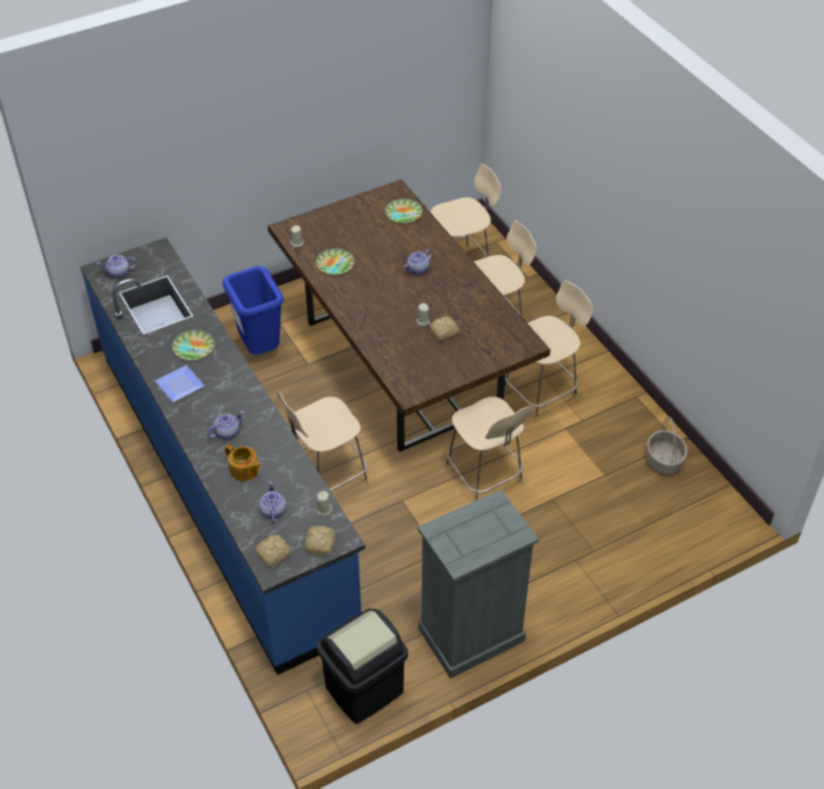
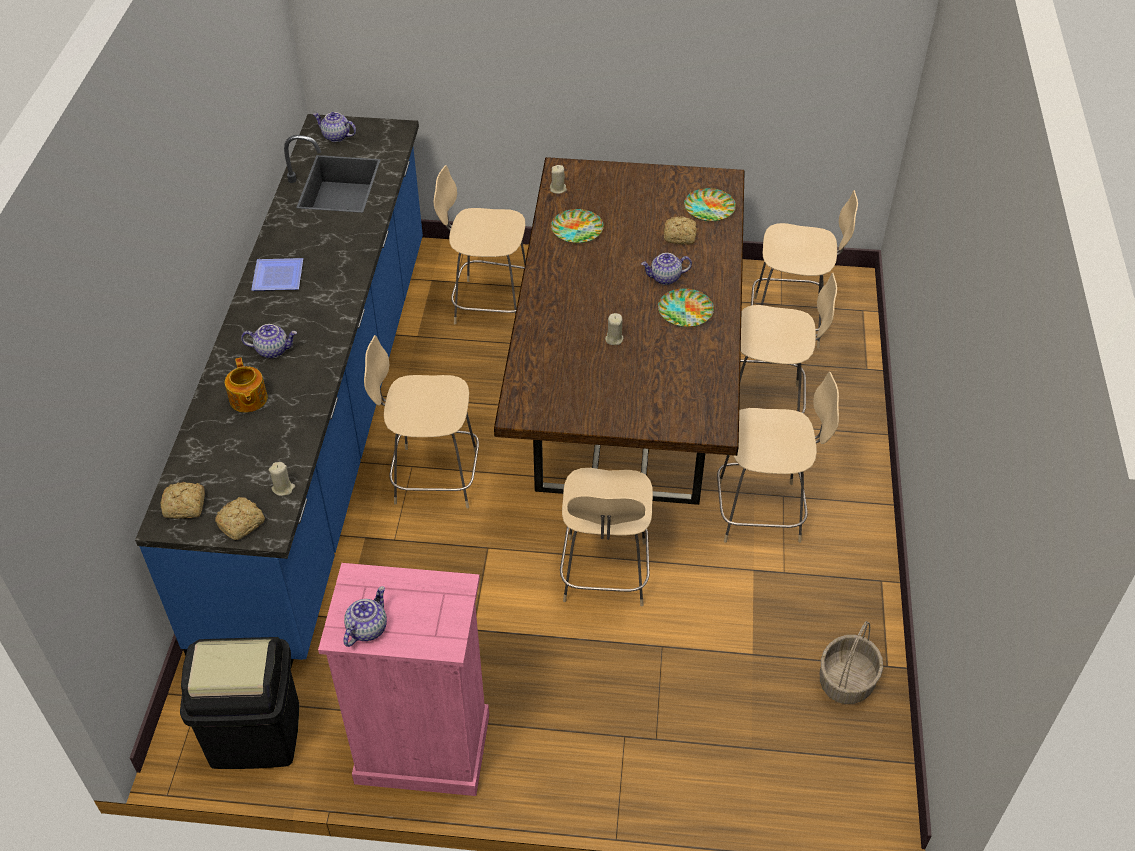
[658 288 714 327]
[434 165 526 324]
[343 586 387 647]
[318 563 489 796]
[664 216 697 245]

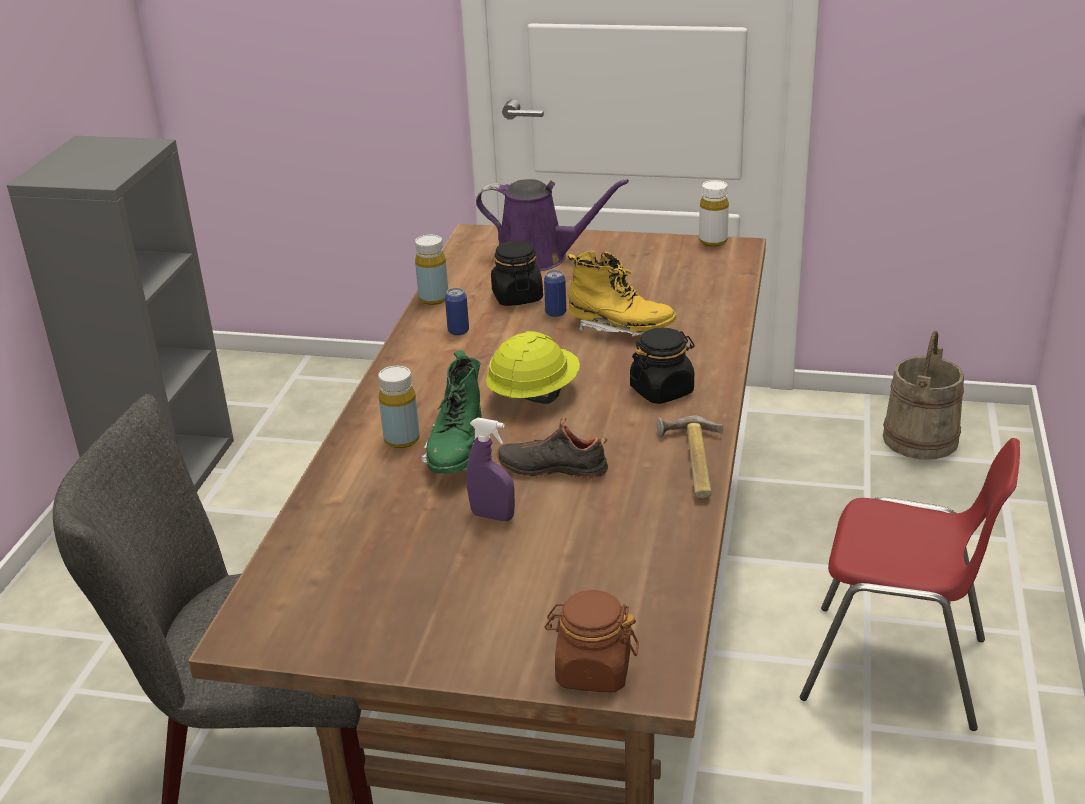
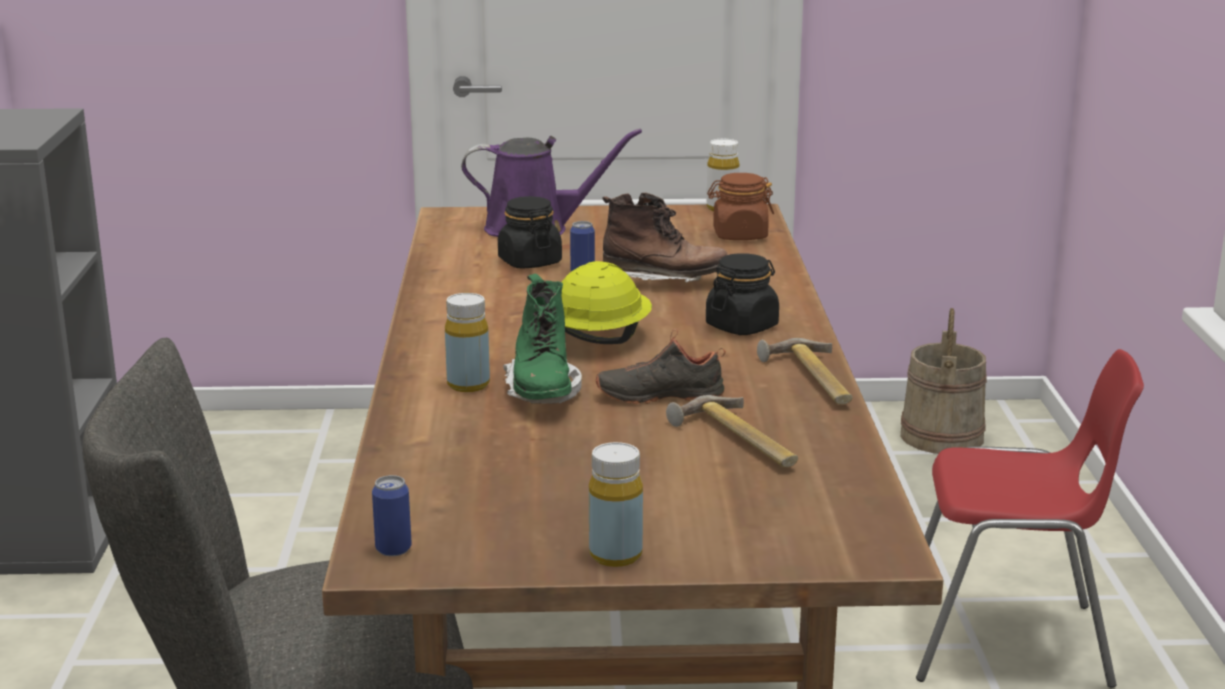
[589 442 643 567]
[372 475 412 556]
[467 418 515 521] (first image)
[707 173 774 240]
[603 192 728 282]
[666 395 798 467]

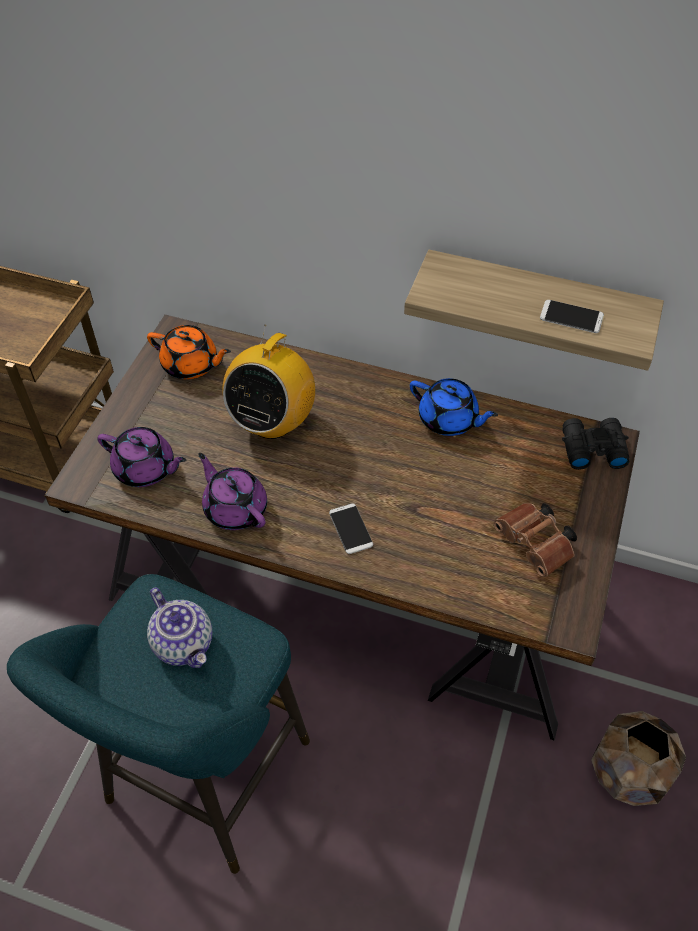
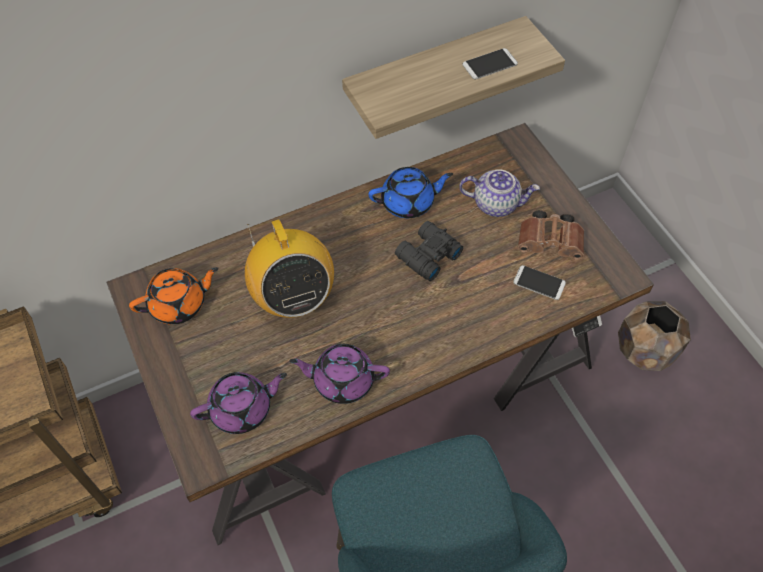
[459 169 540 217]
[513 265 566 300]
[395 221 463 281]

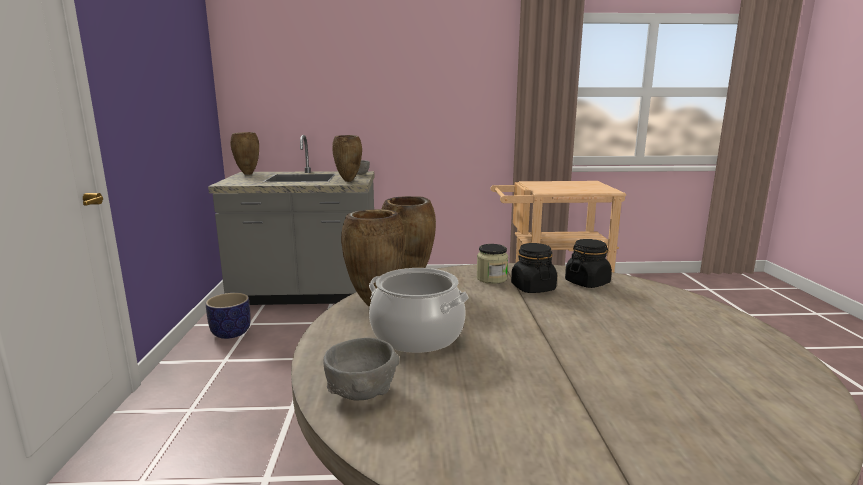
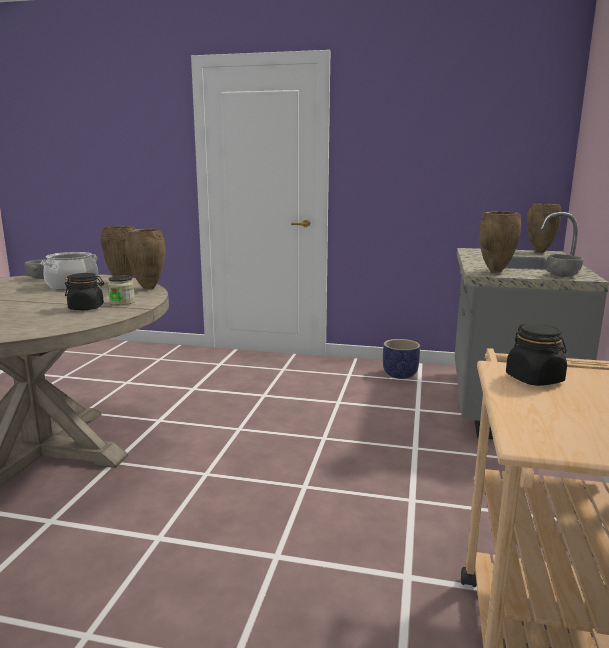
[506 324 567 386]

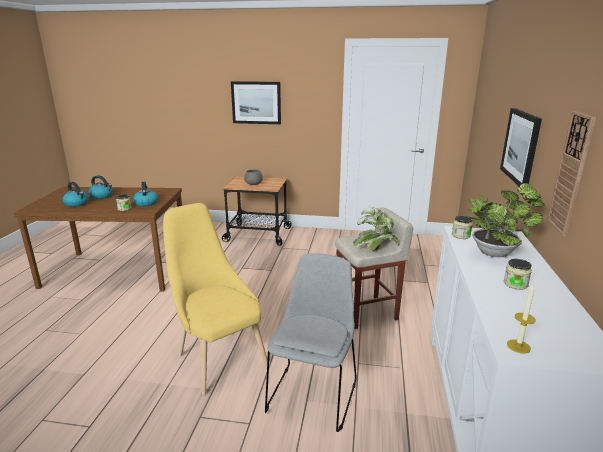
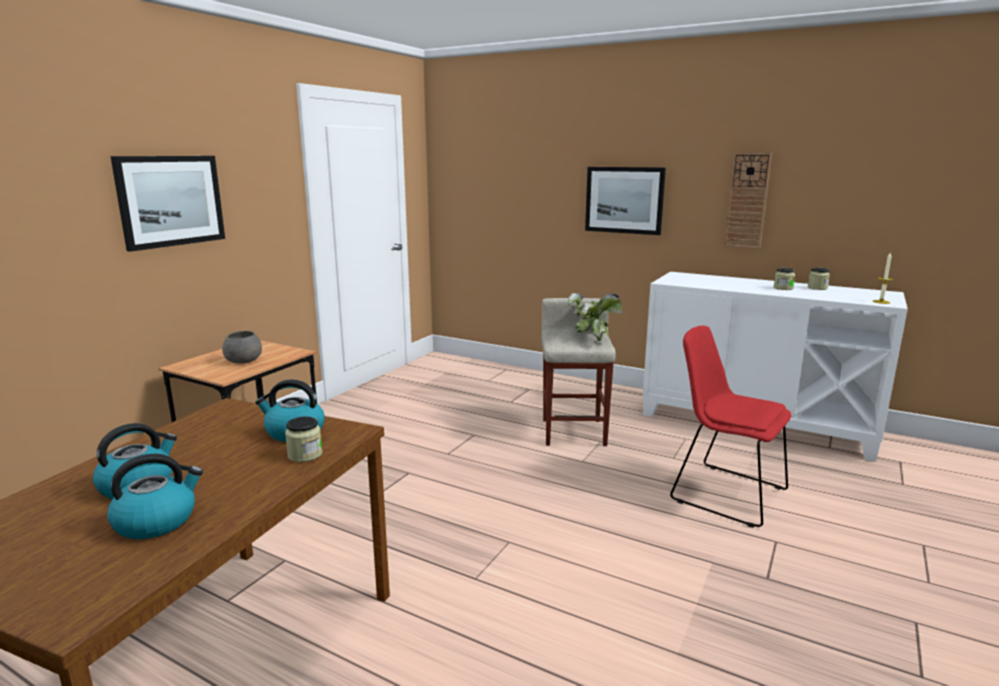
[163 203 267 395] (first image)
[670 326 791 528]
[808 268 830 290]
[469 183 545 257] (first image)

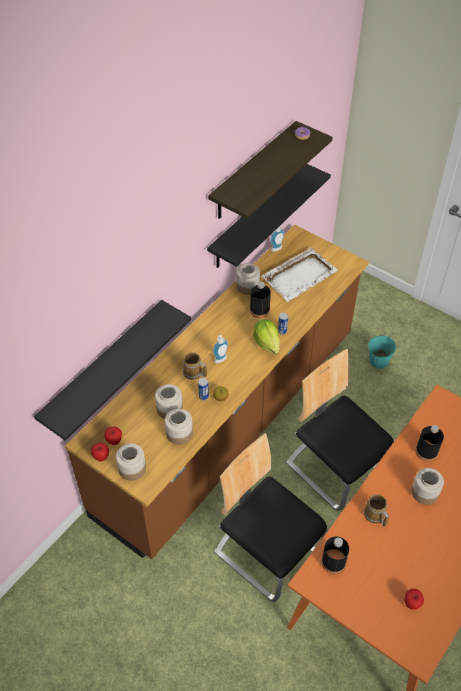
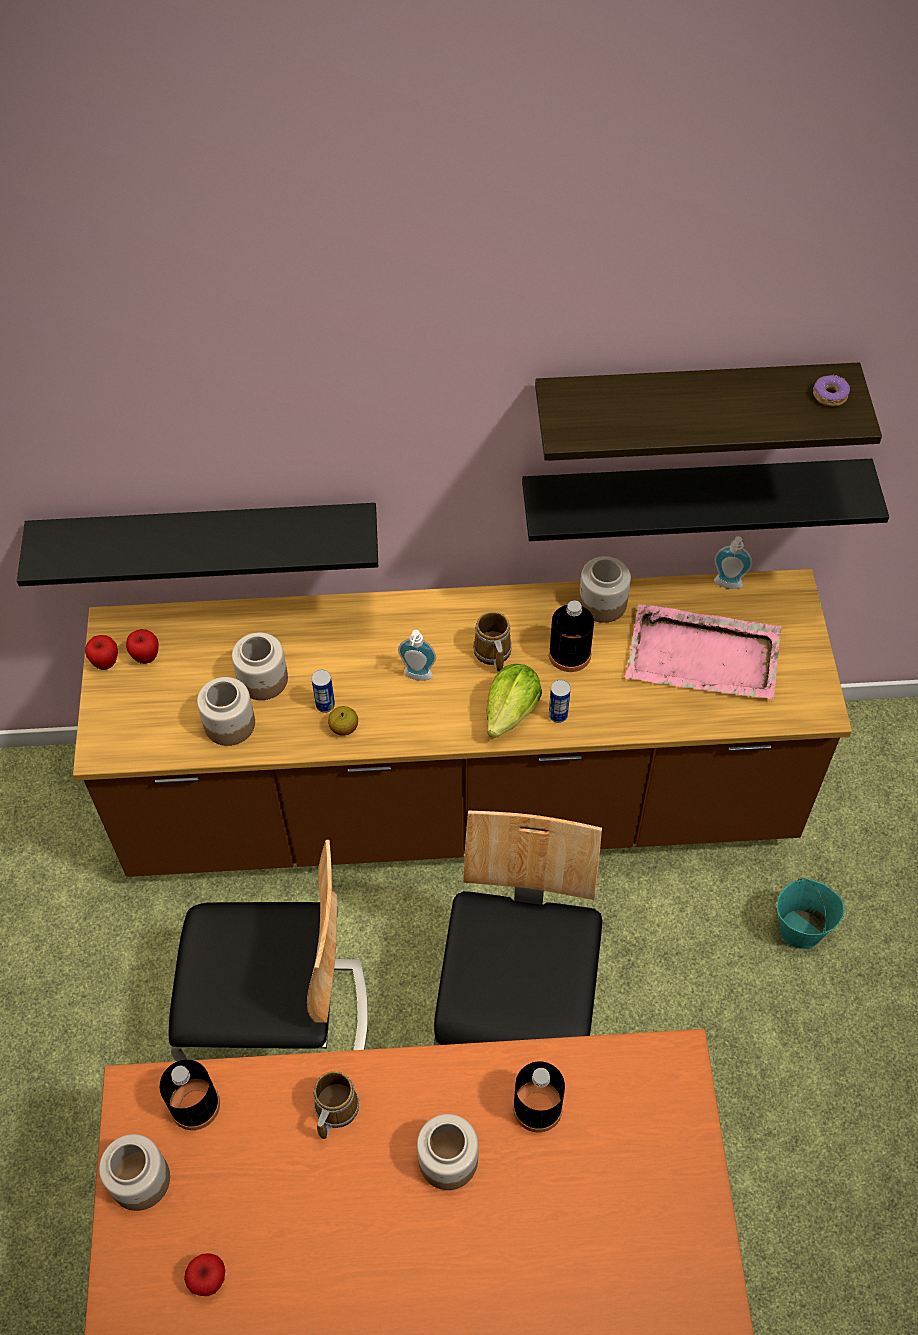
[99 1134 170 1211]
[473 611 512 672]
[169 840 368 1061]
[625 604 782 699]

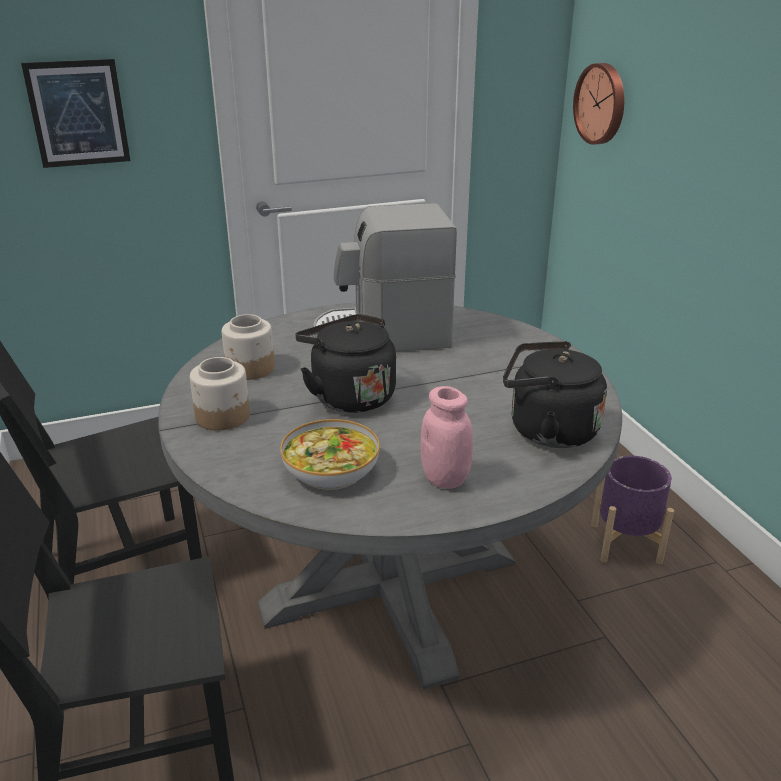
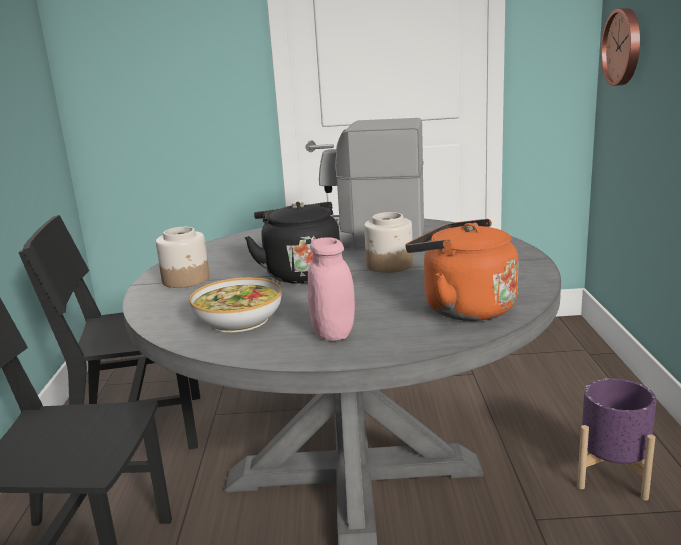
[21 59 131 168] (first image)
[364 212 413 273]
[406 219 519 321]

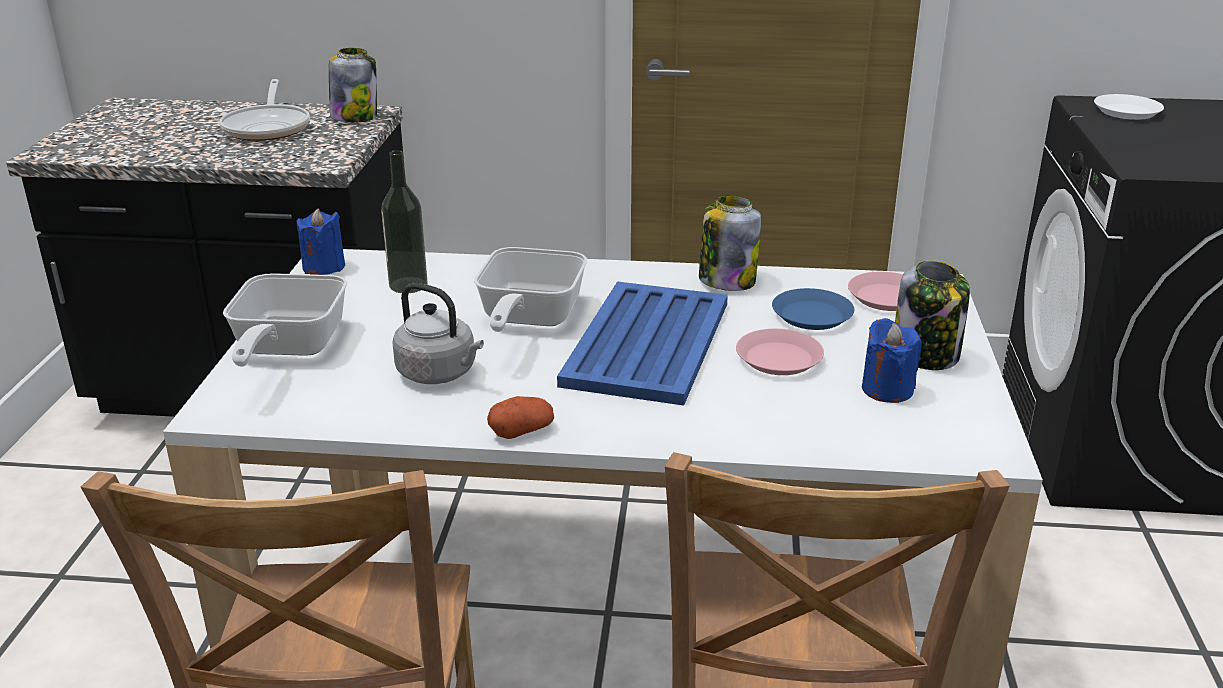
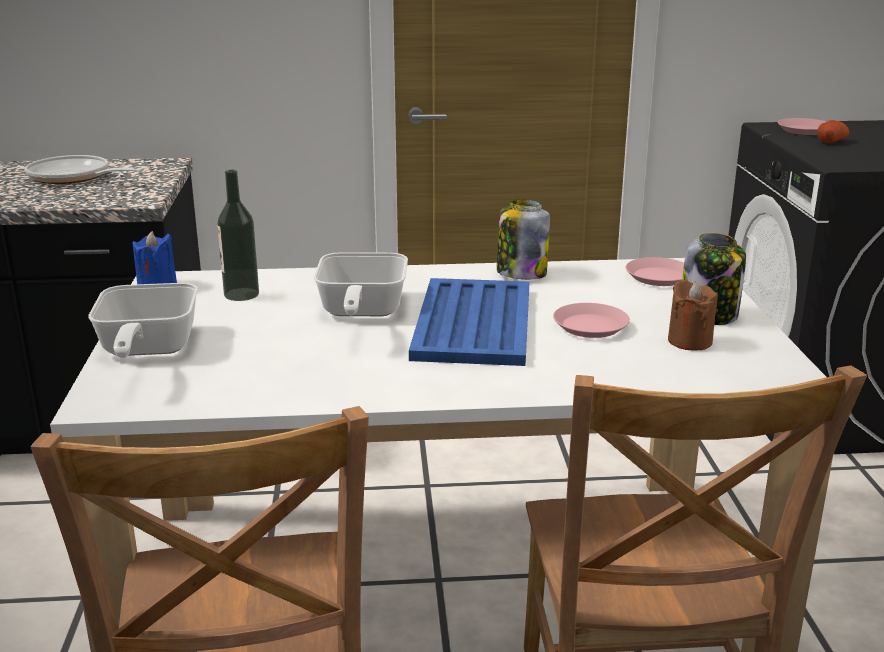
[25 155 144 184]
[329 48 377 123] (first image)
[392 283 484 384] (first image)
[817 120 849 143]
[772 288 854 330] (first image)
[668 280 718 350]
[778 118 826 135]

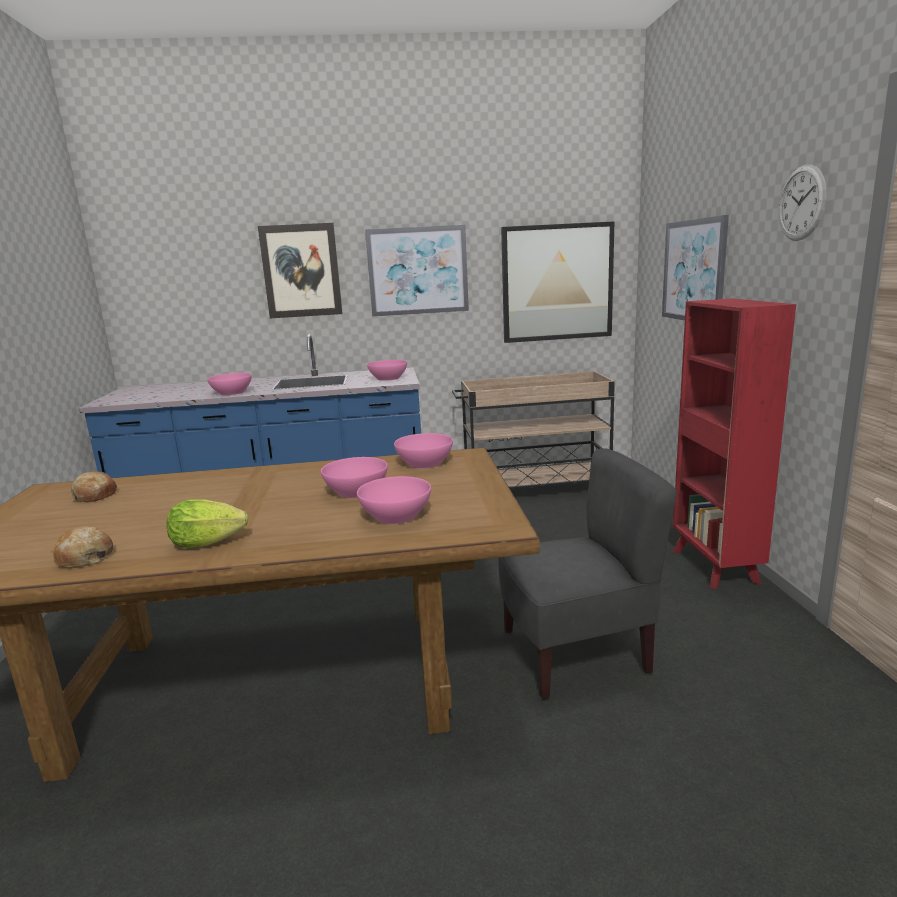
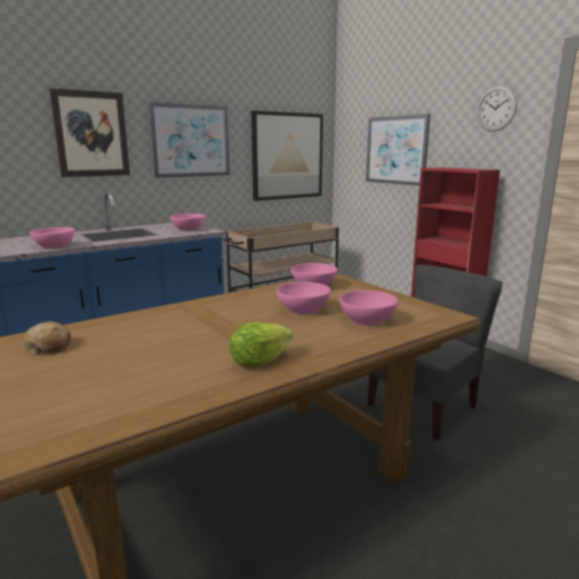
[52 526 113 568] (first image)

